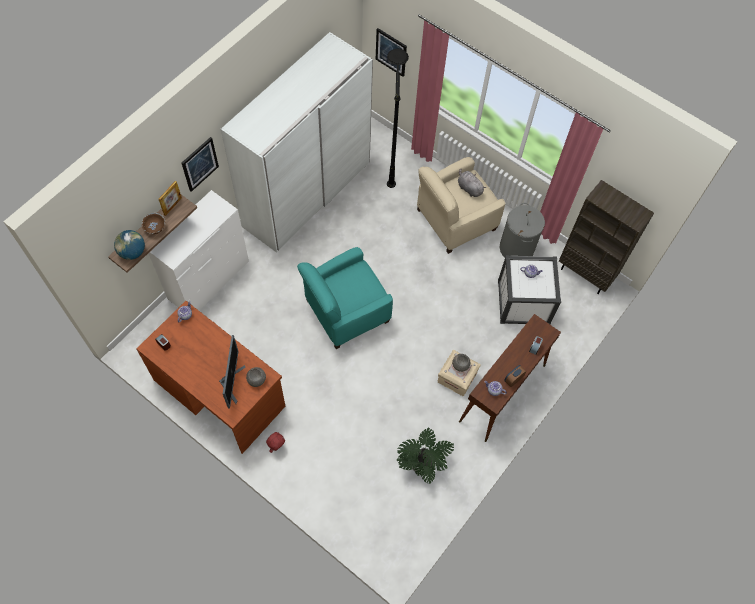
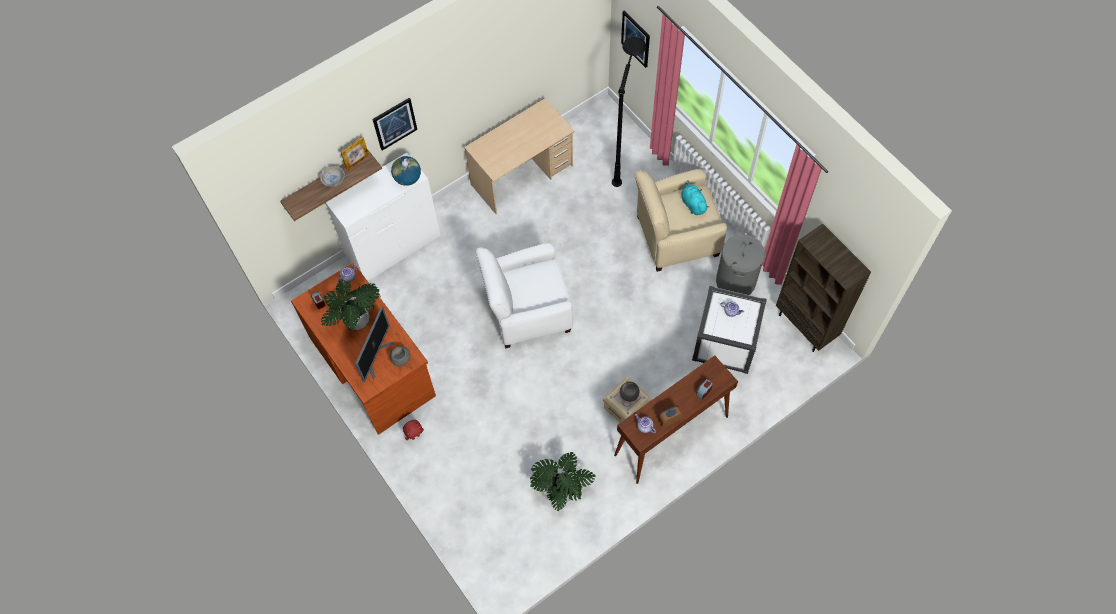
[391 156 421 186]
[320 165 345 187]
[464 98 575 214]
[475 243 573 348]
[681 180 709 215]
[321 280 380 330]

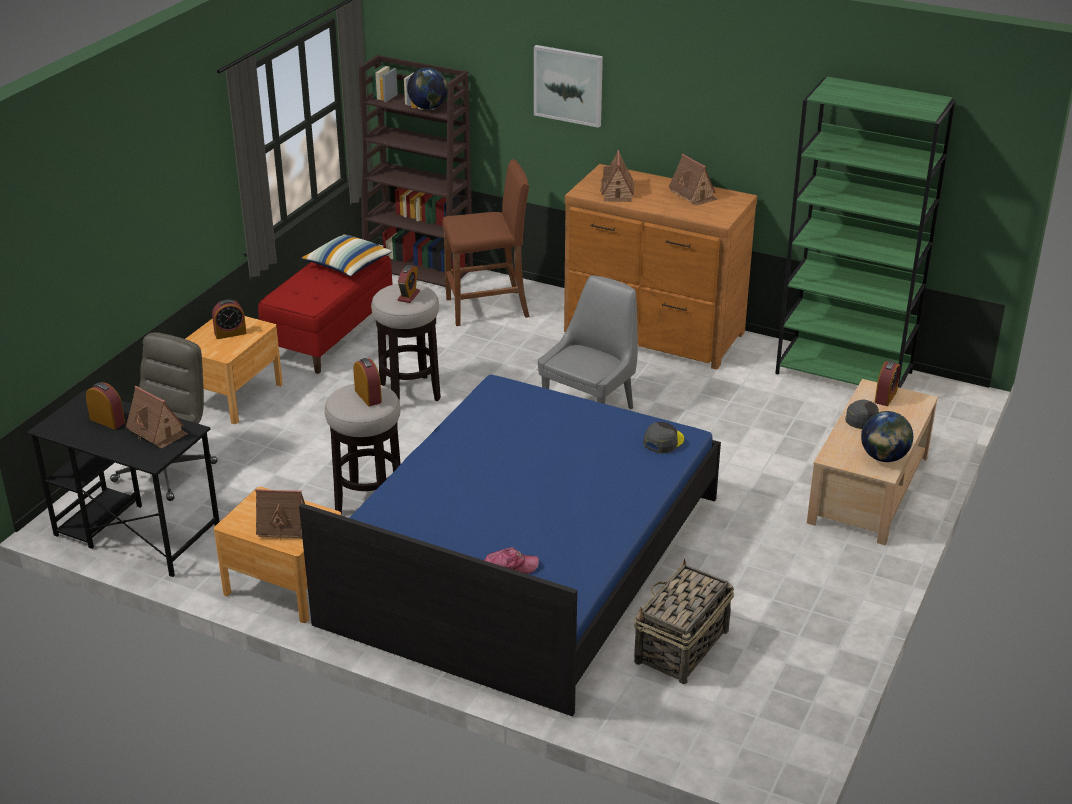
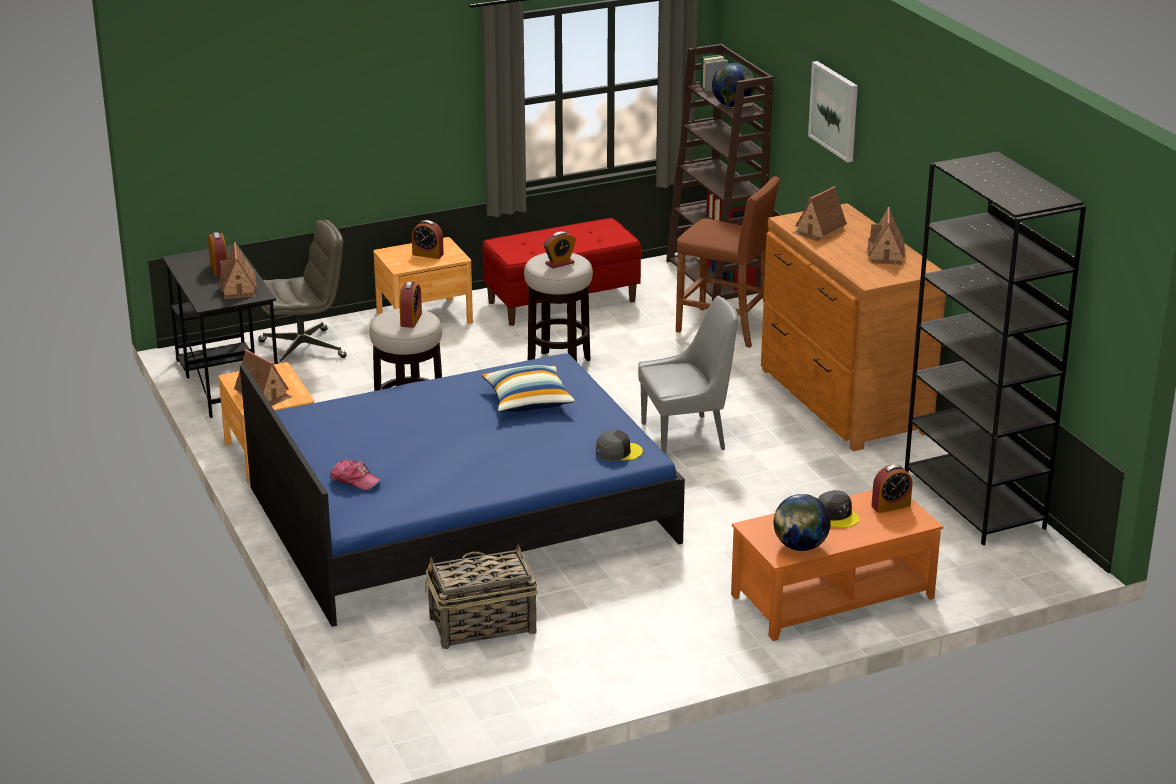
[481 365 575 412]
[905 151 1086 545]
[731 490 943 641]

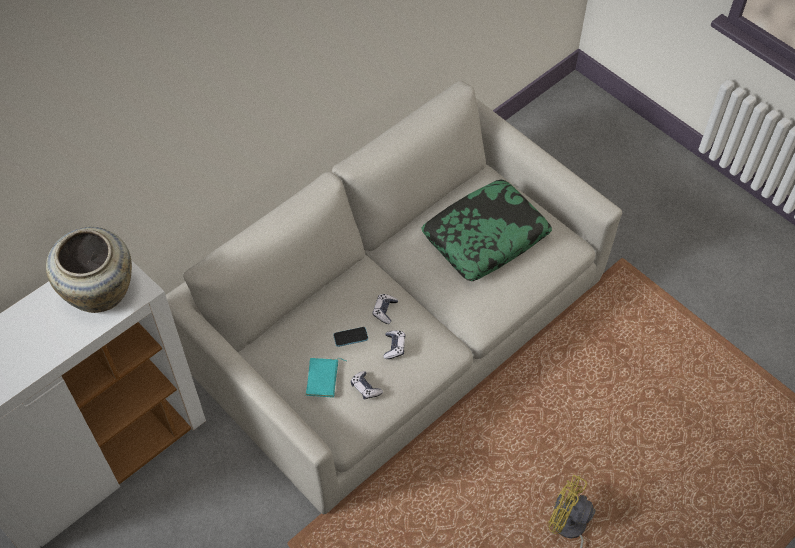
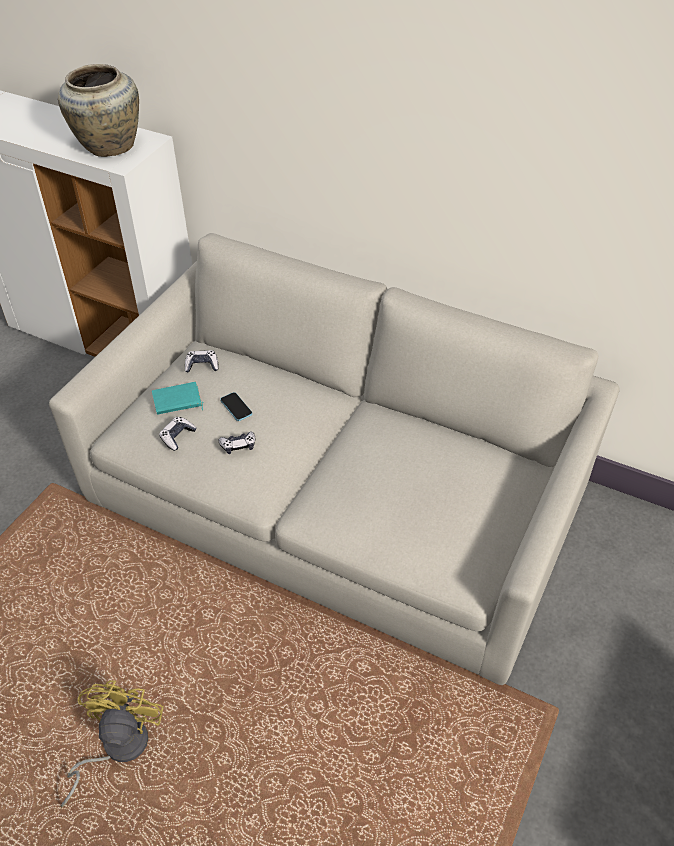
[185 350 218 373]
[421 180 552 281] (first image)

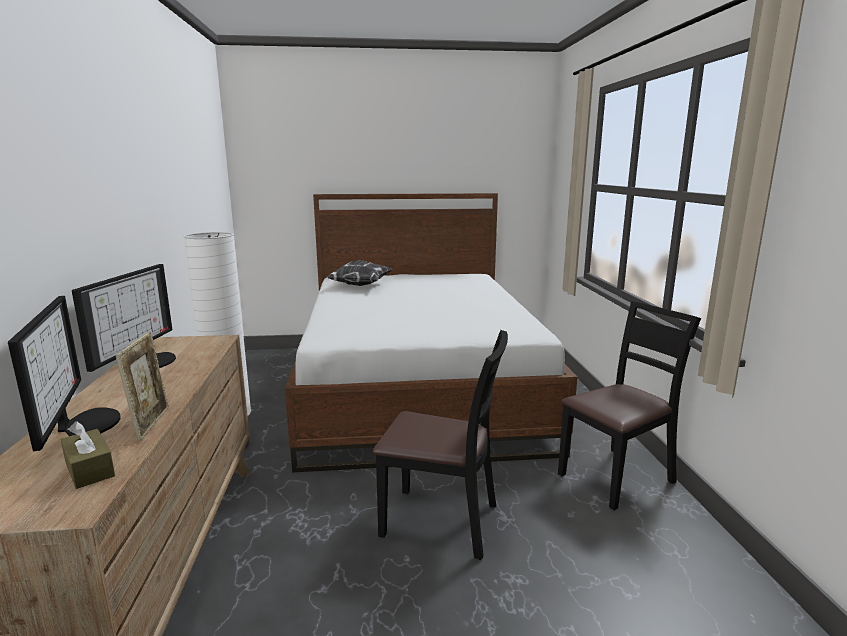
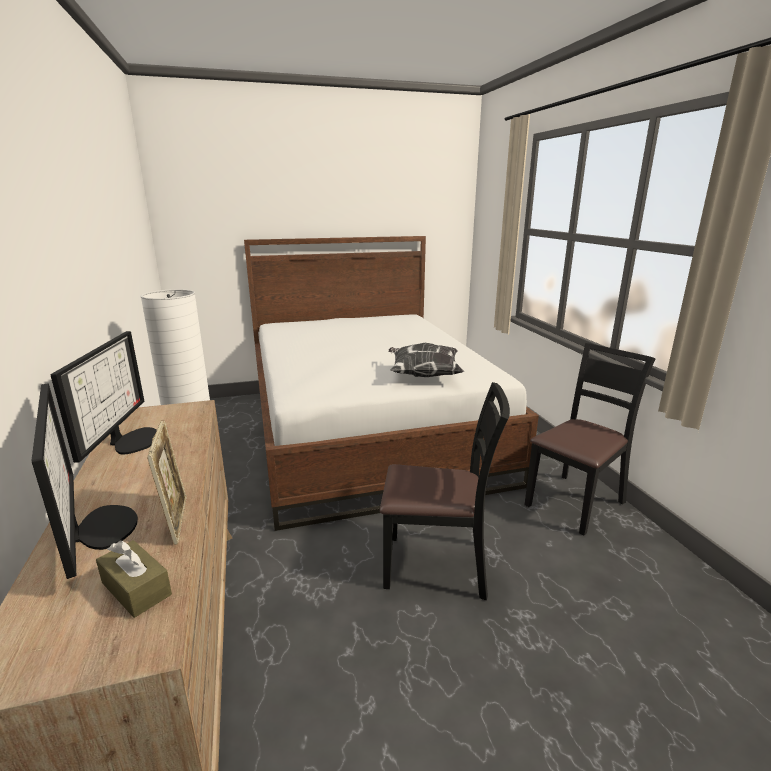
[388 343 464 377]

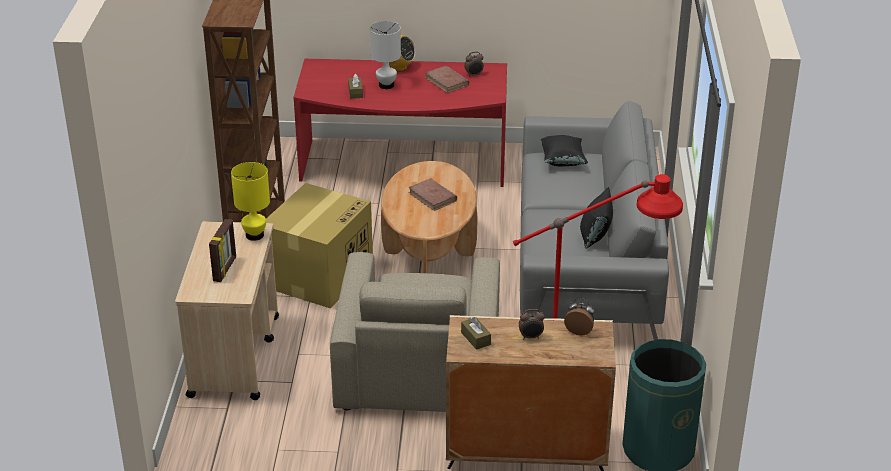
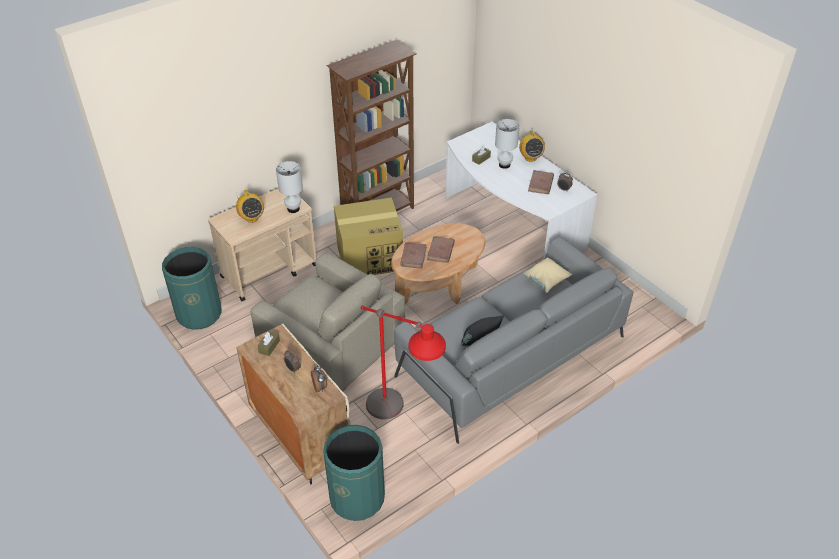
[236 190 264 223]
[276 161 303 213]
[445 122 598 260]
[250 252 405 392]
[522 258 573 293]
[162 247 222 330]
[400 242 427 269]

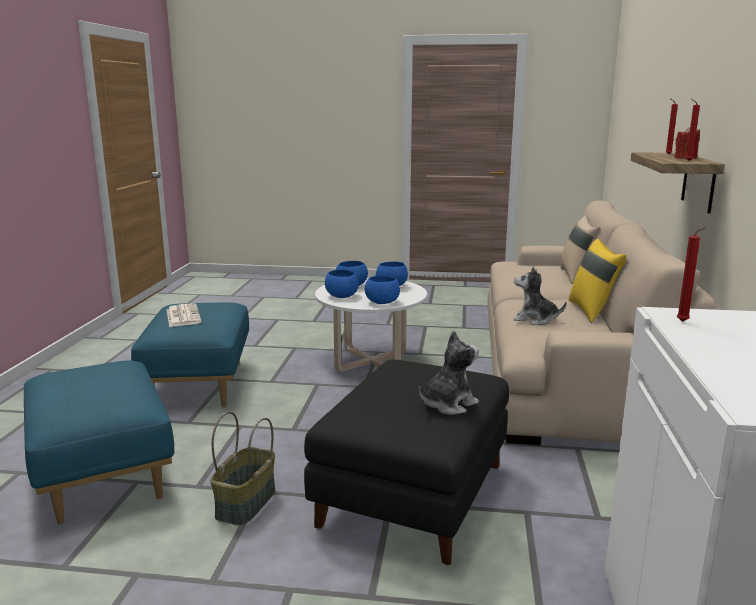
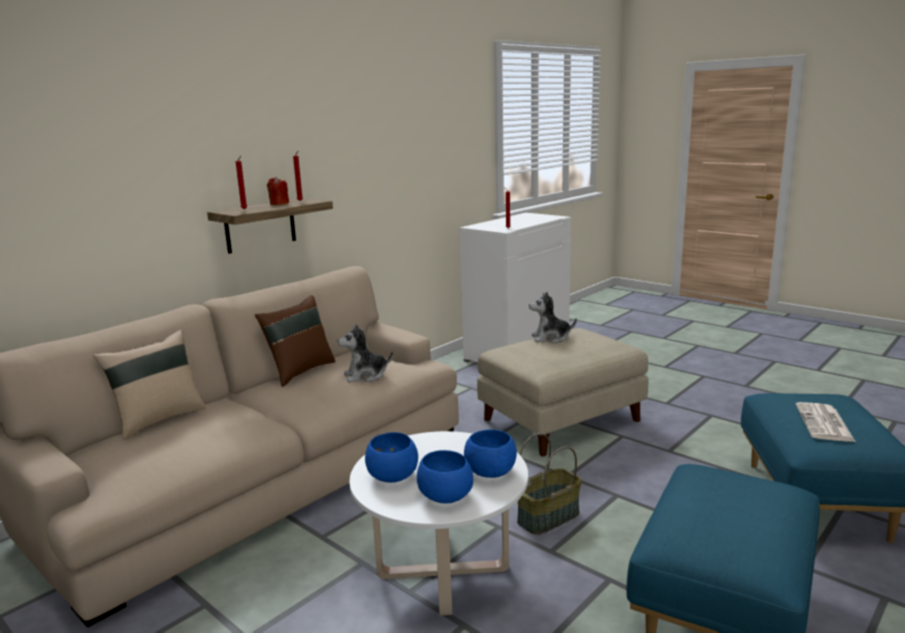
[796 402 856 442]
[517 433 582 535]
[477 328 648 457]
[365 276 400 304] (first image)
[337 324 393 383]
[255 295 336 387]

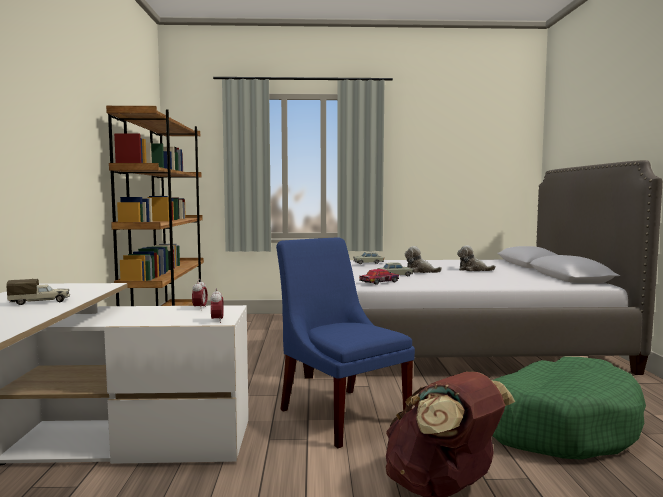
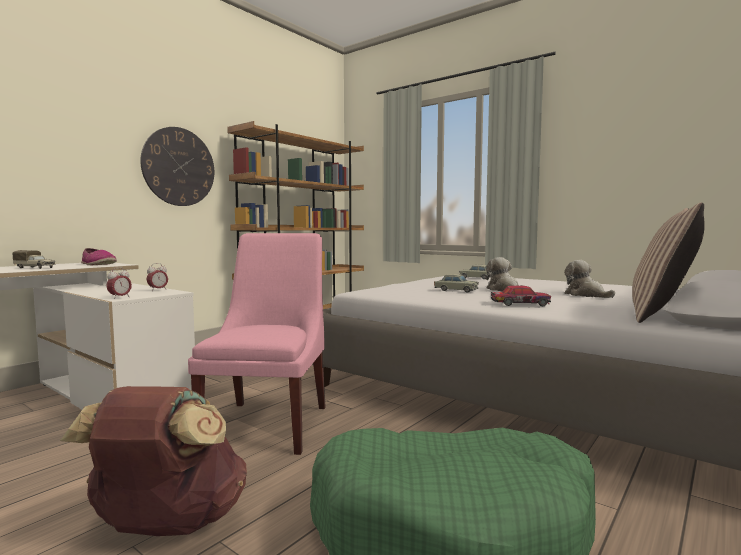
[188 233 326 455]
[491 286 551 306]
[81 248 117 265]
[140 127 214 206]
[632 202 705 323]

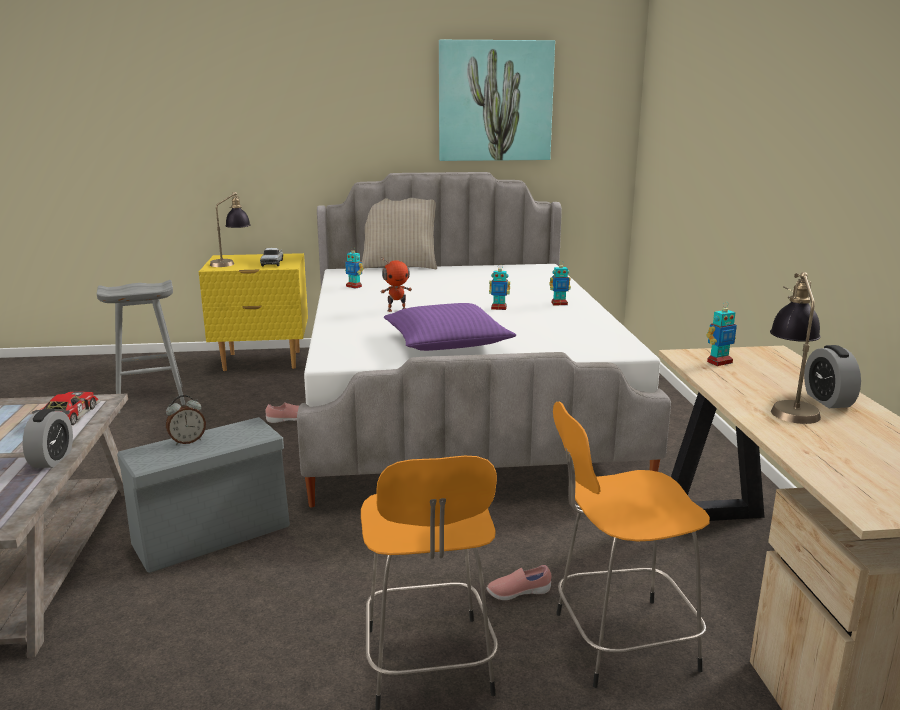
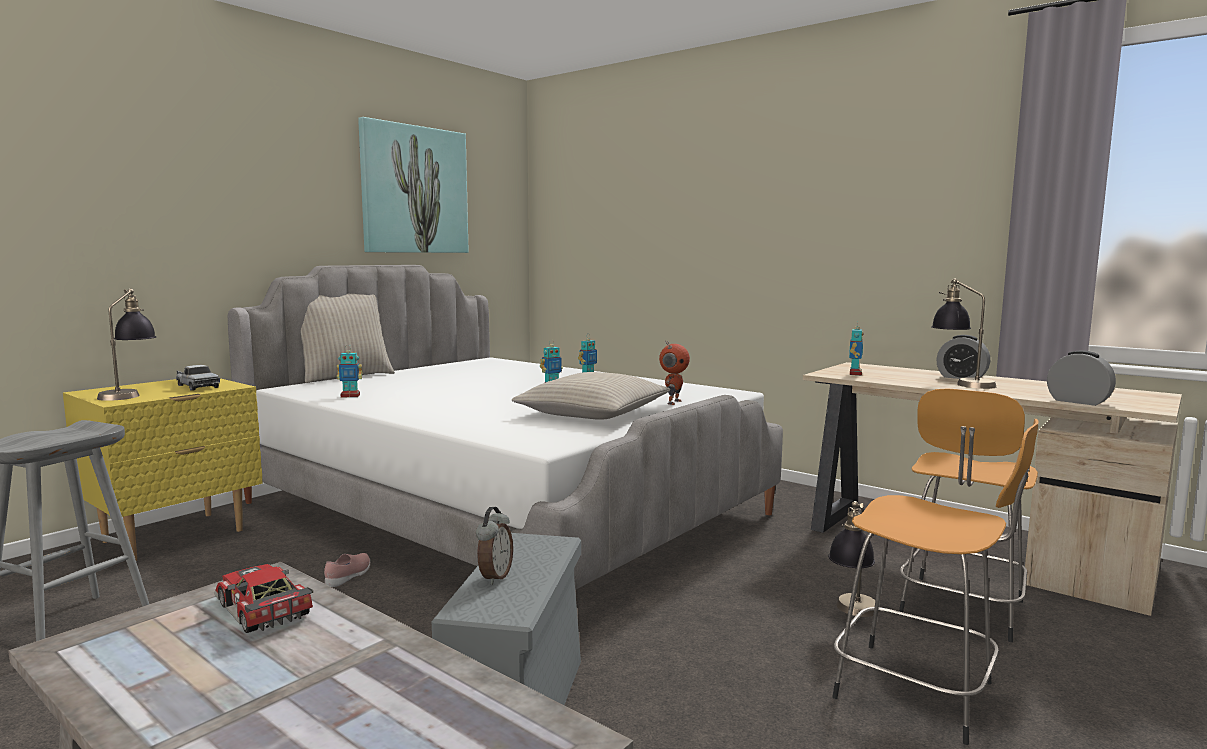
[1047 350 1116 406]
[659 340 690 405]
[512 372 670 420]
[828 501 879 617]

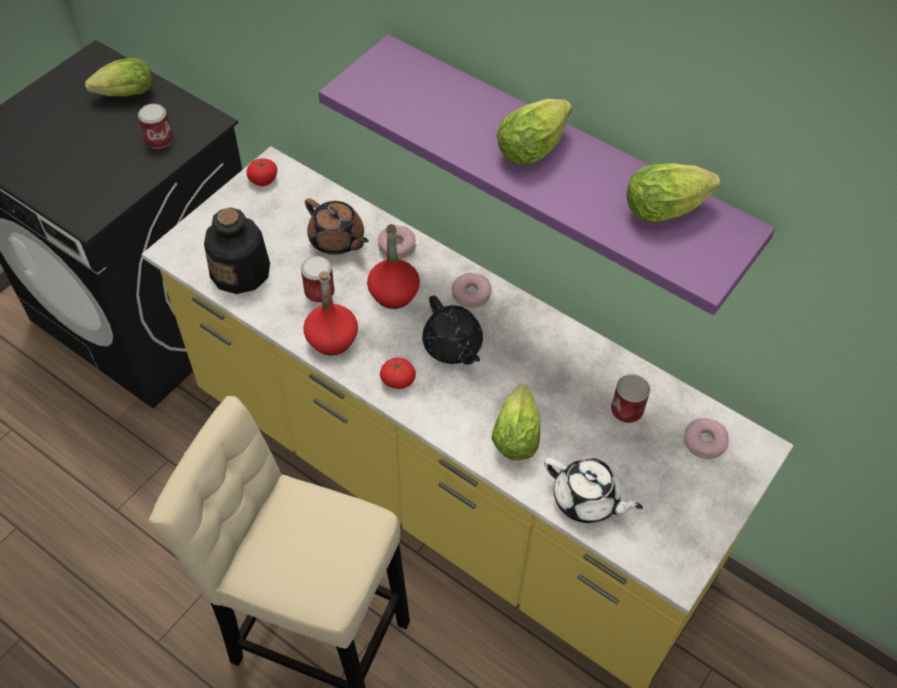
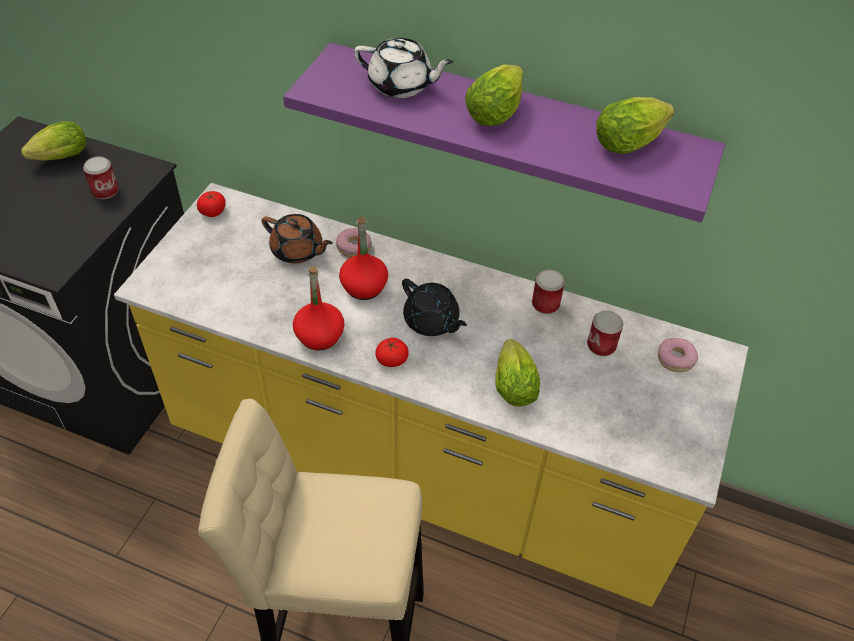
[204 208 270 294] (first image)
[532 269 565 314]
[452 273 492 308] (first image)
[354 38 454 98]

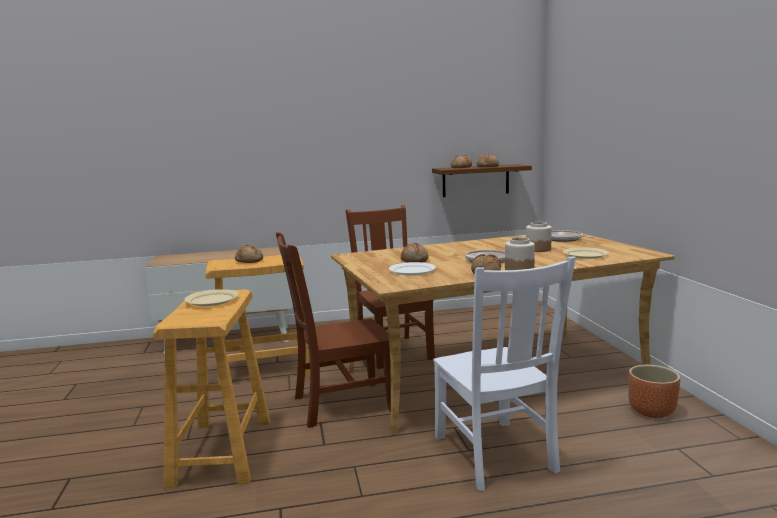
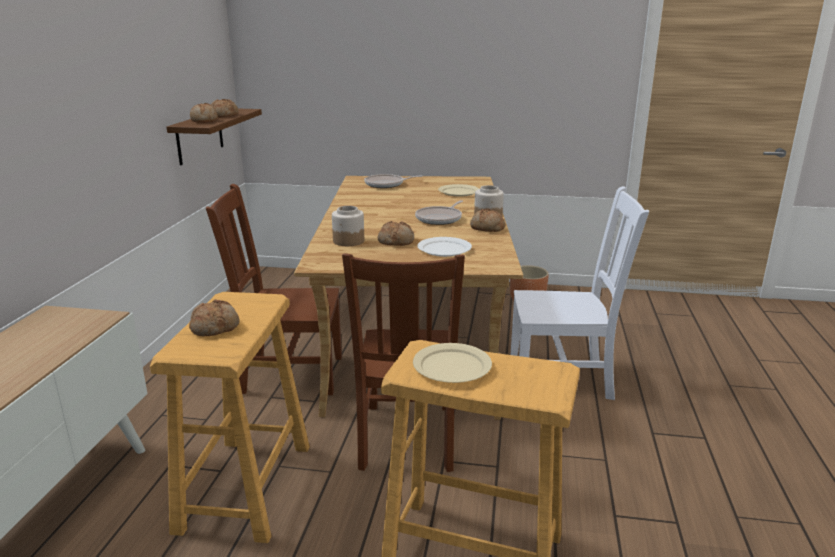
[332 206 364 246]

